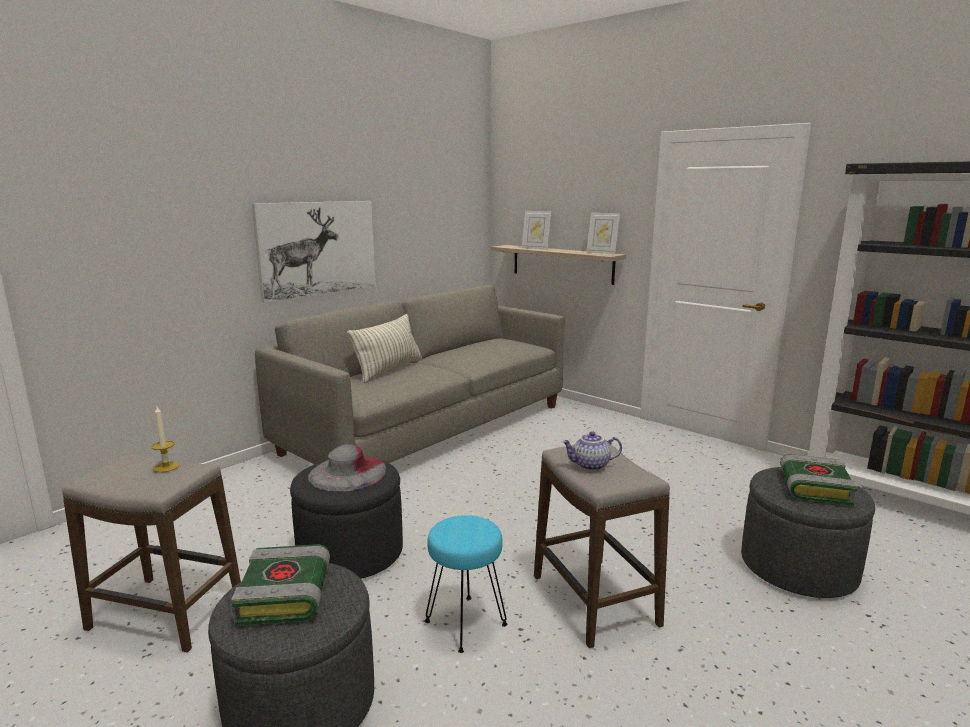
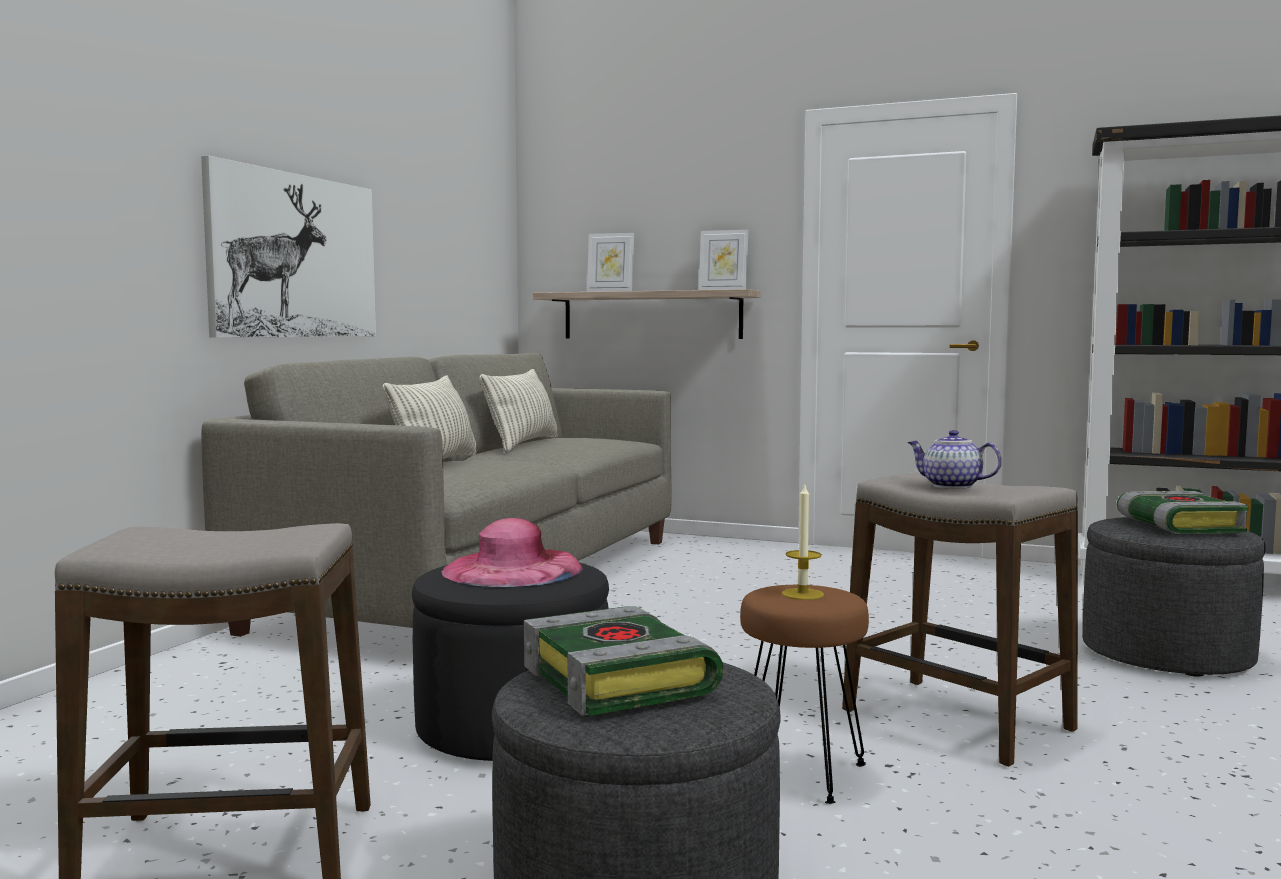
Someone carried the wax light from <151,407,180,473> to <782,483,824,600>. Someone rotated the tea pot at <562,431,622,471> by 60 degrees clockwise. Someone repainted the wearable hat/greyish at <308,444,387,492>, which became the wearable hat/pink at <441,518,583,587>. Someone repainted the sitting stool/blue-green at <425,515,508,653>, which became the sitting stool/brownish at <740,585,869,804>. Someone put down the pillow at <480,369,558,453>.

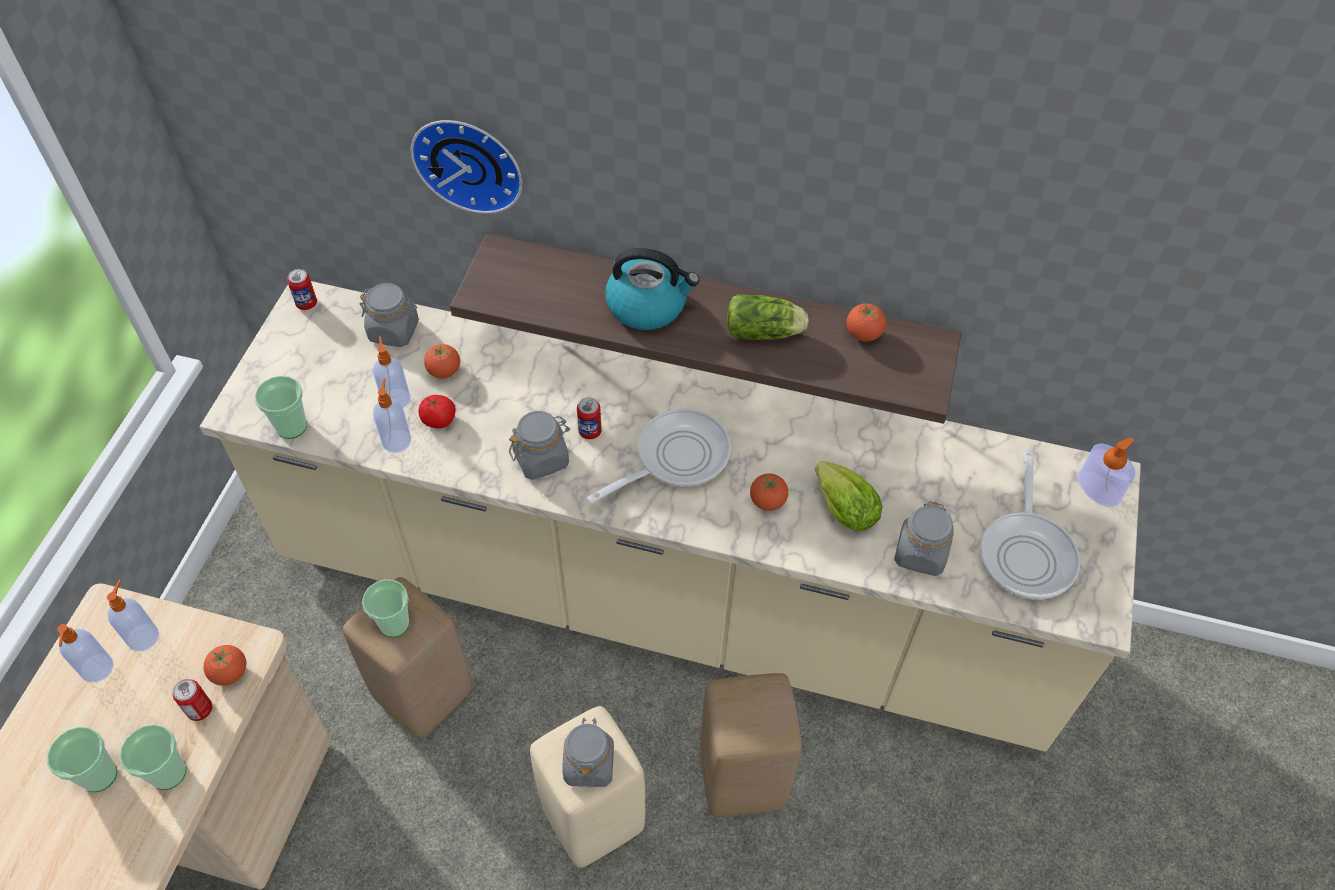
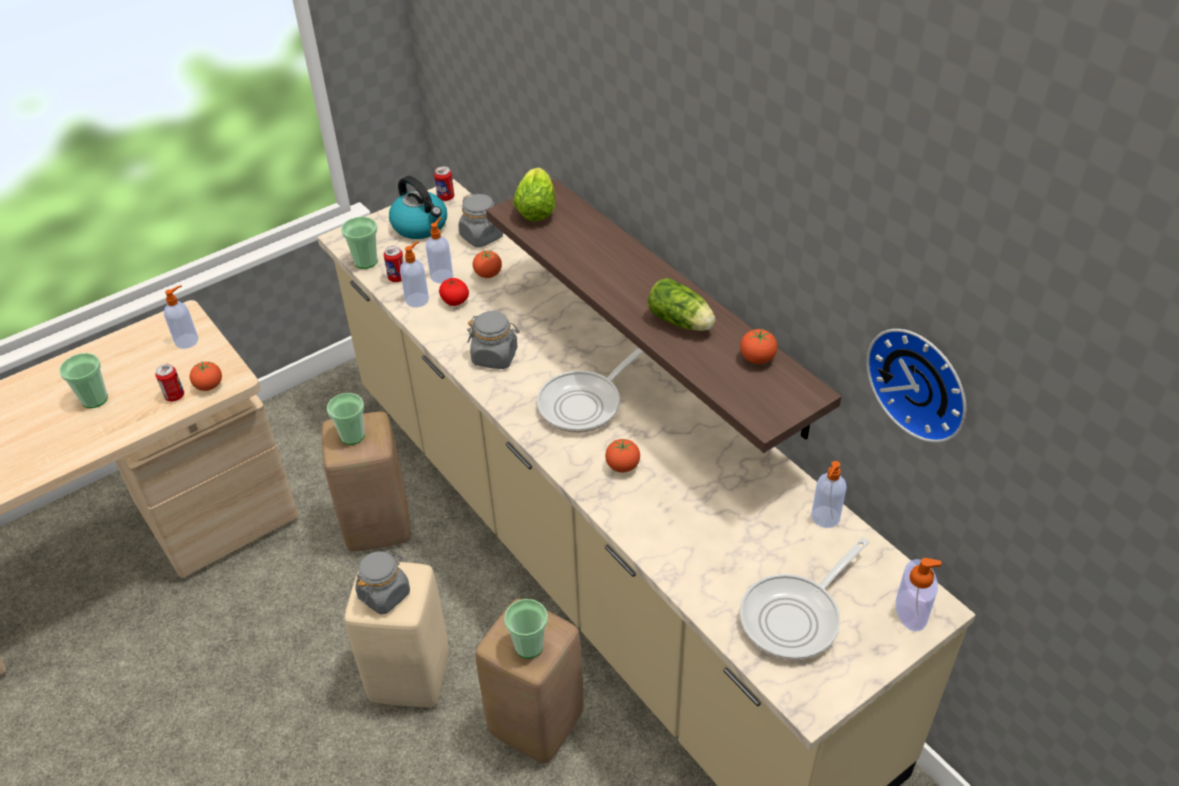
Someone carried the clock on the wall from <411,120,522,214> to <866,329,966,443>. Someone carried the water kettle from <605,248,700,330> to <389,176,447,239>. Someone carried the can from <577,397,602,439> to <384,246,404,282>. Someone rotated the skillet at <587,409,731,504> by 135 degrees clockwise. Someone carried the lettuce head from <815,461,883,531> to <513,167,556,221>. Someone took away the jar/greyish at <894,501,954,576>. Someone carried the liquid soap bottle from <57,624,113,682> to <811,461,847,528>. Someone carried the drinking cup from <119,724,187,790> to <504,599,548,659>.

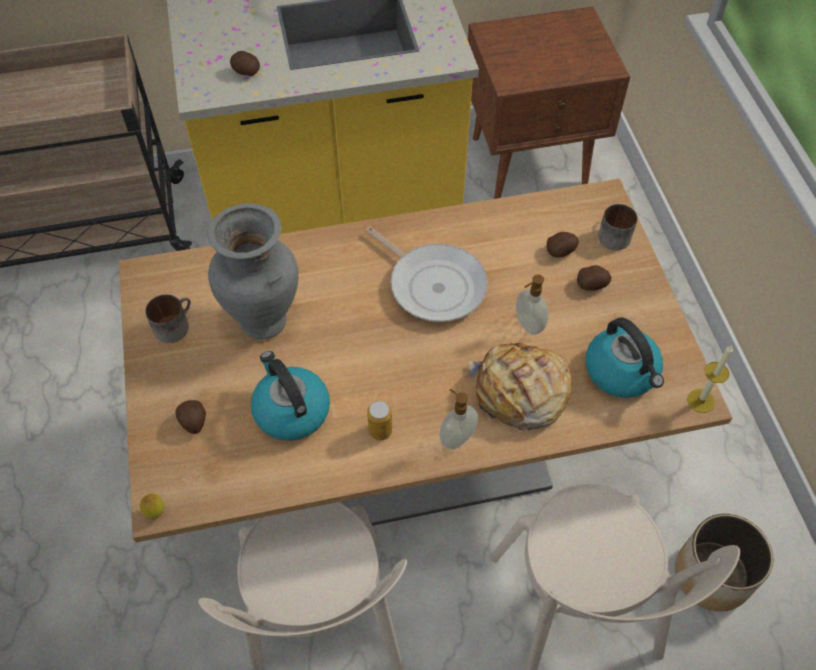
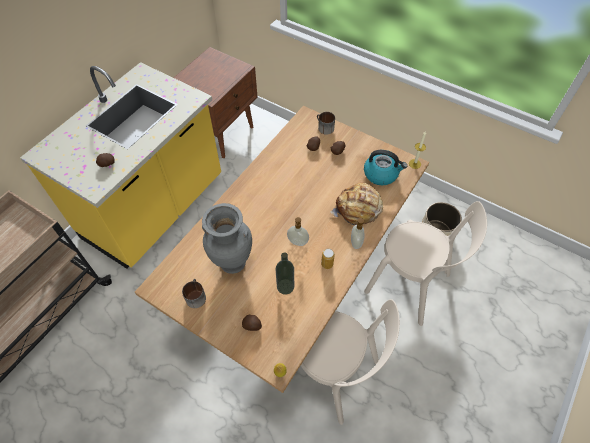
Someone took away the skillet at <366,226,487,322>. Someone carried the liquid soap bottle from <516,274,548,335> to <287,217,309,246>. Someone swapped the water kettle at <251,351,330,441> for the beverage bottle at <275,252,294,295>.

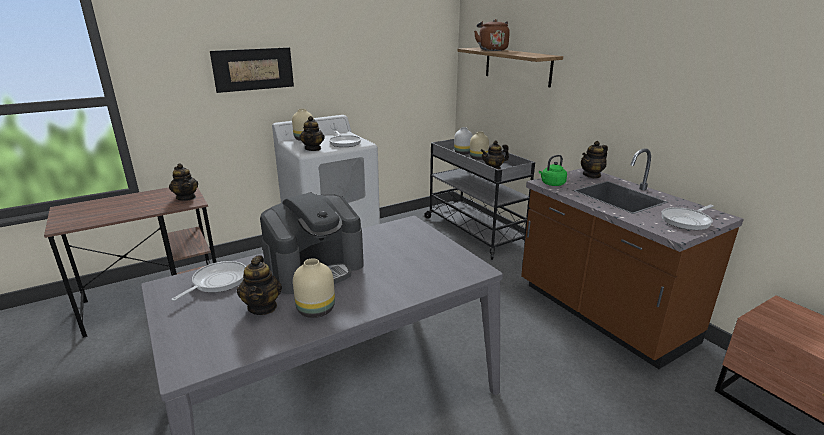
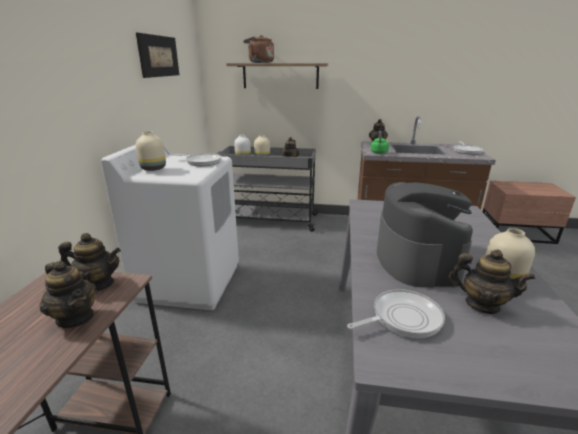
Someone carried the picture from <210,47,294,93> to <136,33,179,78>. Someone carried the tea pot from <299,116,325,151> to <40,261,97,328>. Someone rotated the skillet at <171,261,246,301> by 90 degrees clockwise.

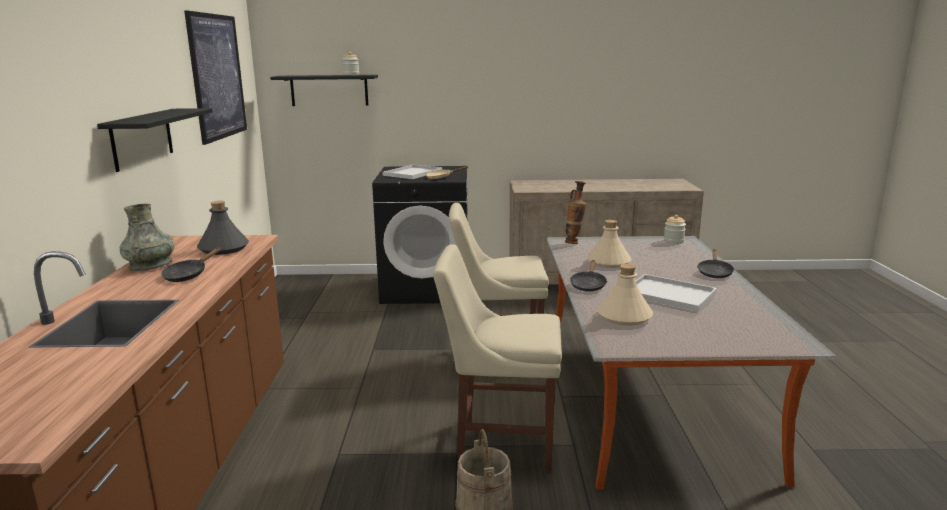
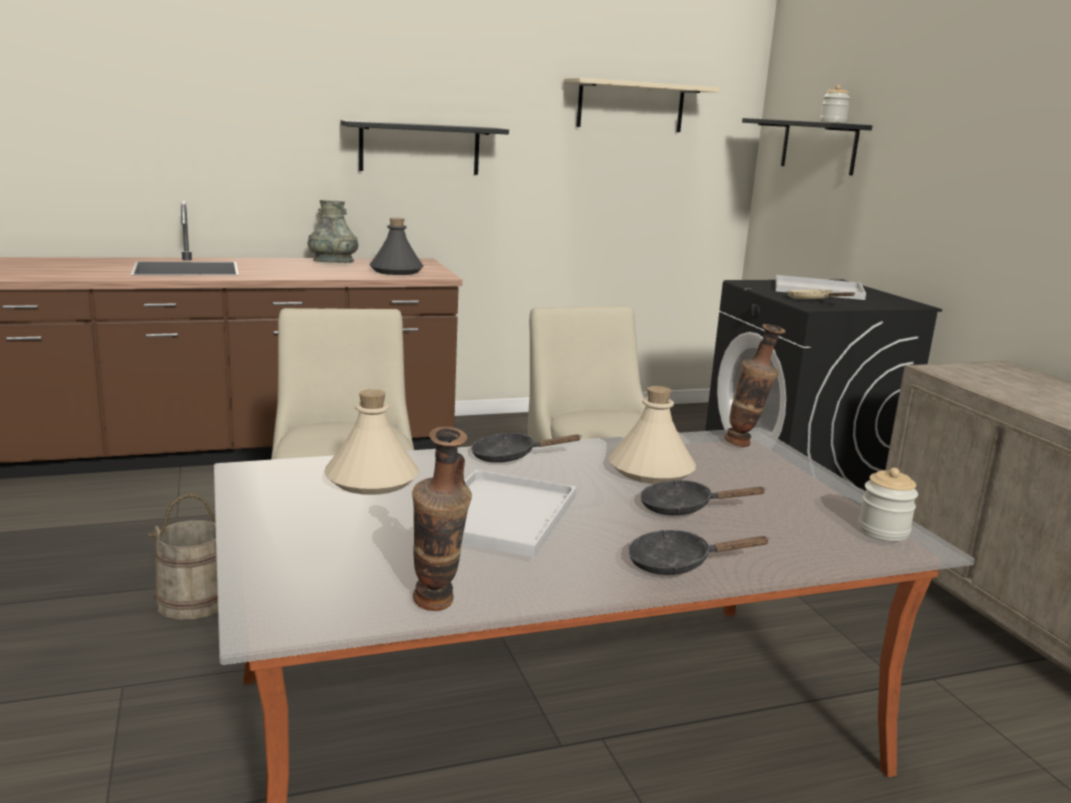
Someone swapped the picture at <184,11,247,145> for the shelf/beige-coloured at <564,78,720,132>. Someone carried the skillet/black-coloured from <161,247,221,282> to <640,480,766,515>. Someone put down the decorative vase at <412,427,472,611>.

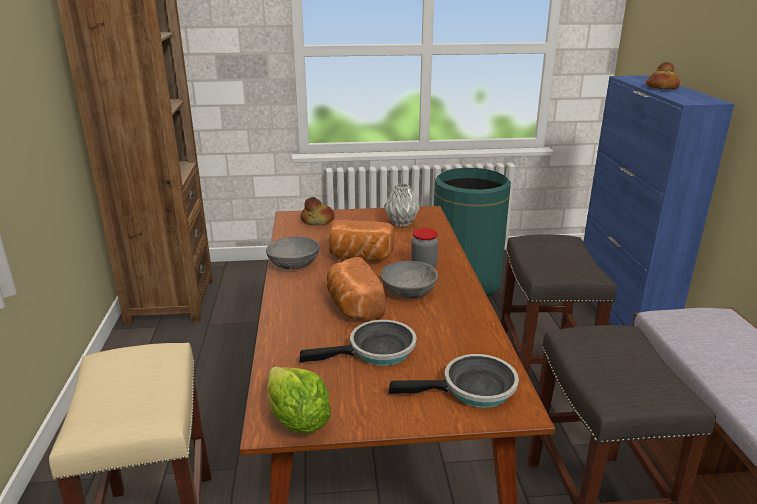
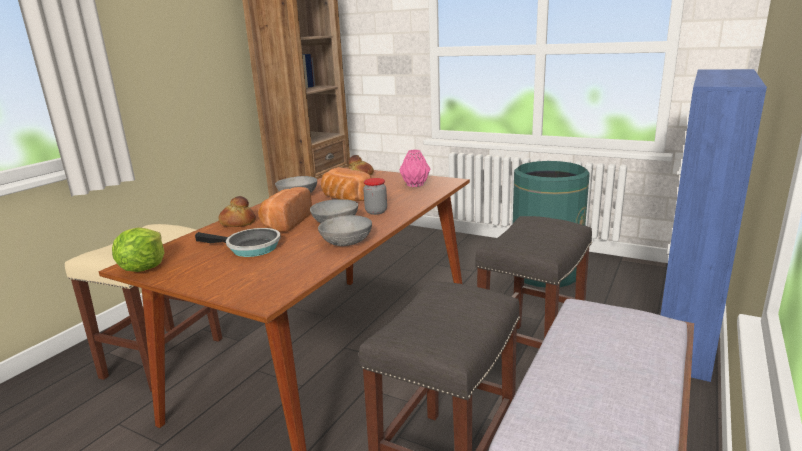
Someone carried the baked bread from <646,62,680,89> to <218,196,256,227>. Someone repainted the decorative vase/greyish at <384,183,420,227>, which became the decorative vase/pink at <399,149,430,187>. Someone took away the skillet at <389,354,519,408>. Someone put down the bowl/greyish at <318,215,372,246>.

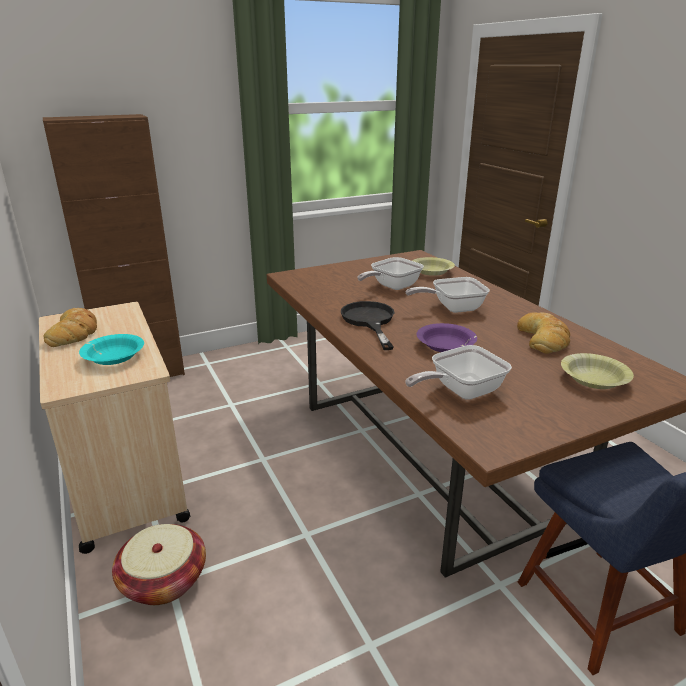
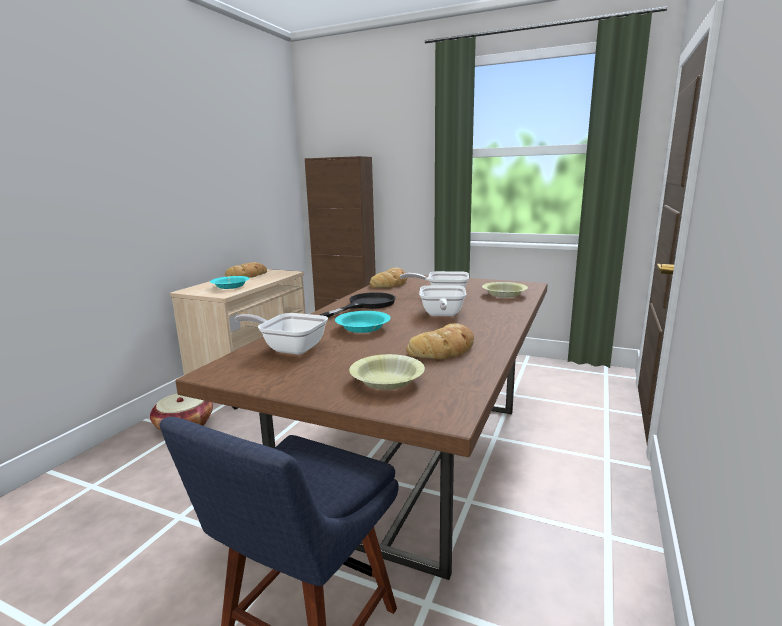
Someone rotated the skillet at <406,277,490,313> by 120 degrees counterclockwise. Someone repainted the bowl/purplish at <417,323,477,352>, which became the bowl/blue-green at <335,311,391,333>. Someone put down the baked bread at <370,267,407,288>.

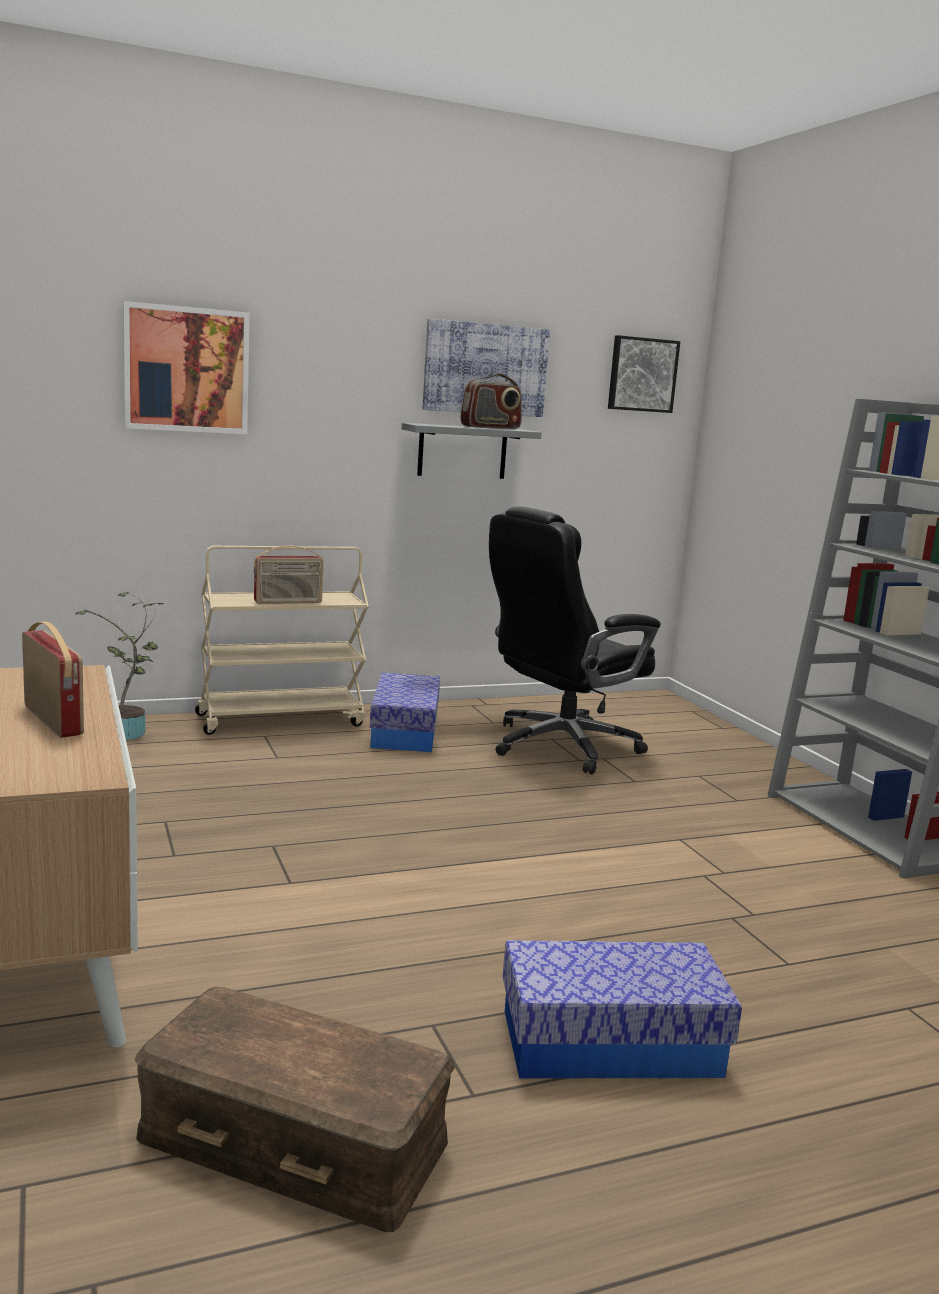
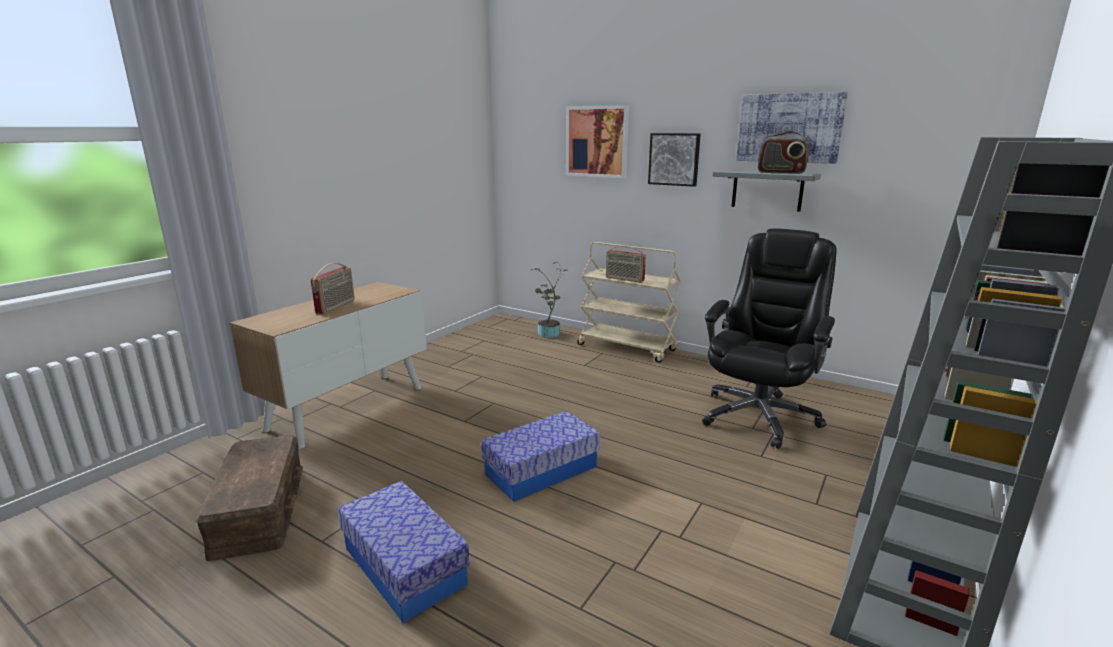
Someone carried the picture from <608,335,680,413> to <648,133,701,187>. Someone rotated the office chair/black-coloured at <489,506,661,774> by 105 degrees clockwise. Someone carried the storage bin from <370,673,440,752> to <481,411,600,502>.

